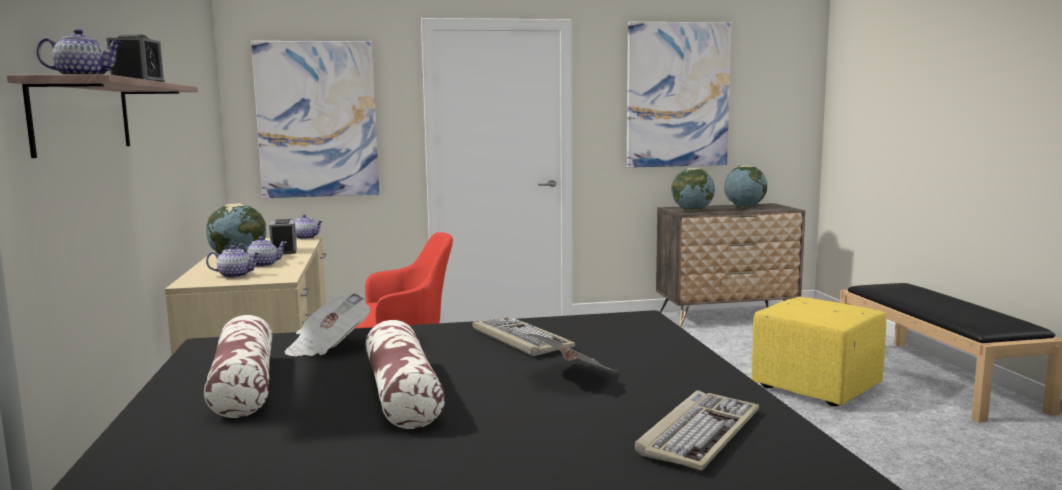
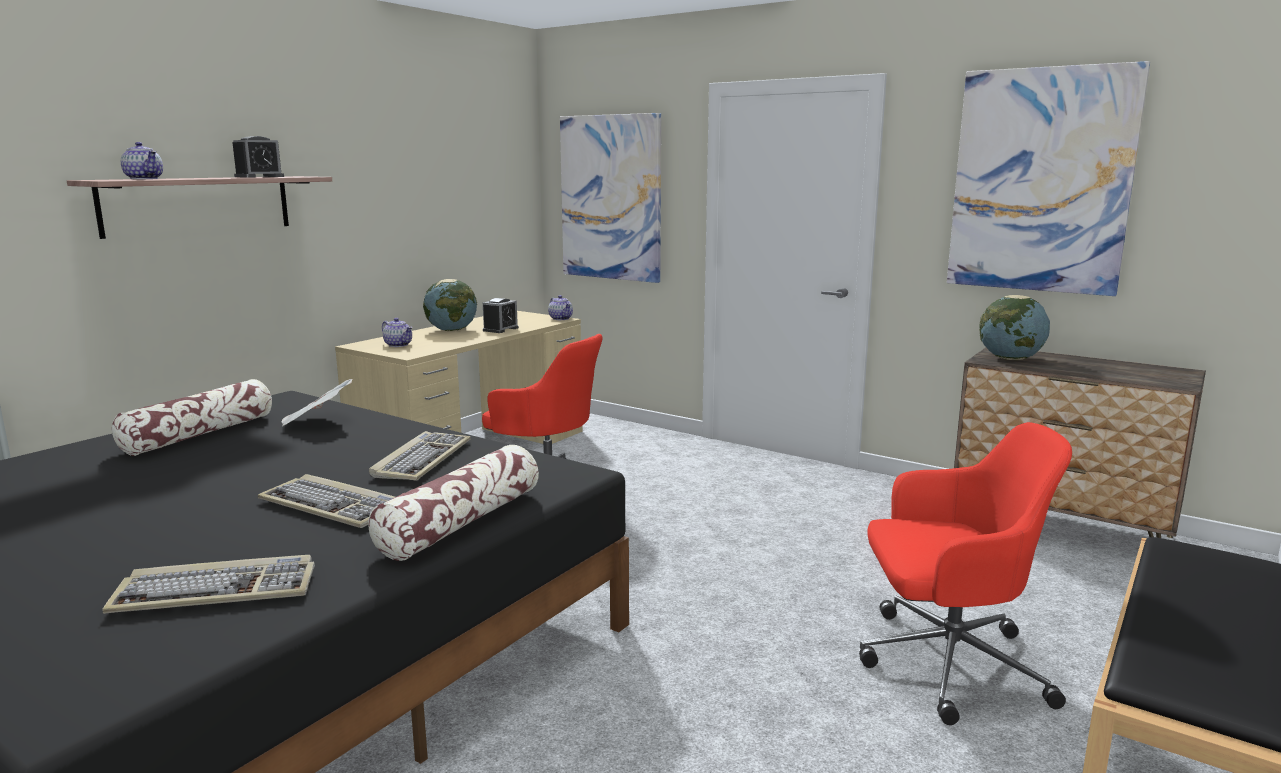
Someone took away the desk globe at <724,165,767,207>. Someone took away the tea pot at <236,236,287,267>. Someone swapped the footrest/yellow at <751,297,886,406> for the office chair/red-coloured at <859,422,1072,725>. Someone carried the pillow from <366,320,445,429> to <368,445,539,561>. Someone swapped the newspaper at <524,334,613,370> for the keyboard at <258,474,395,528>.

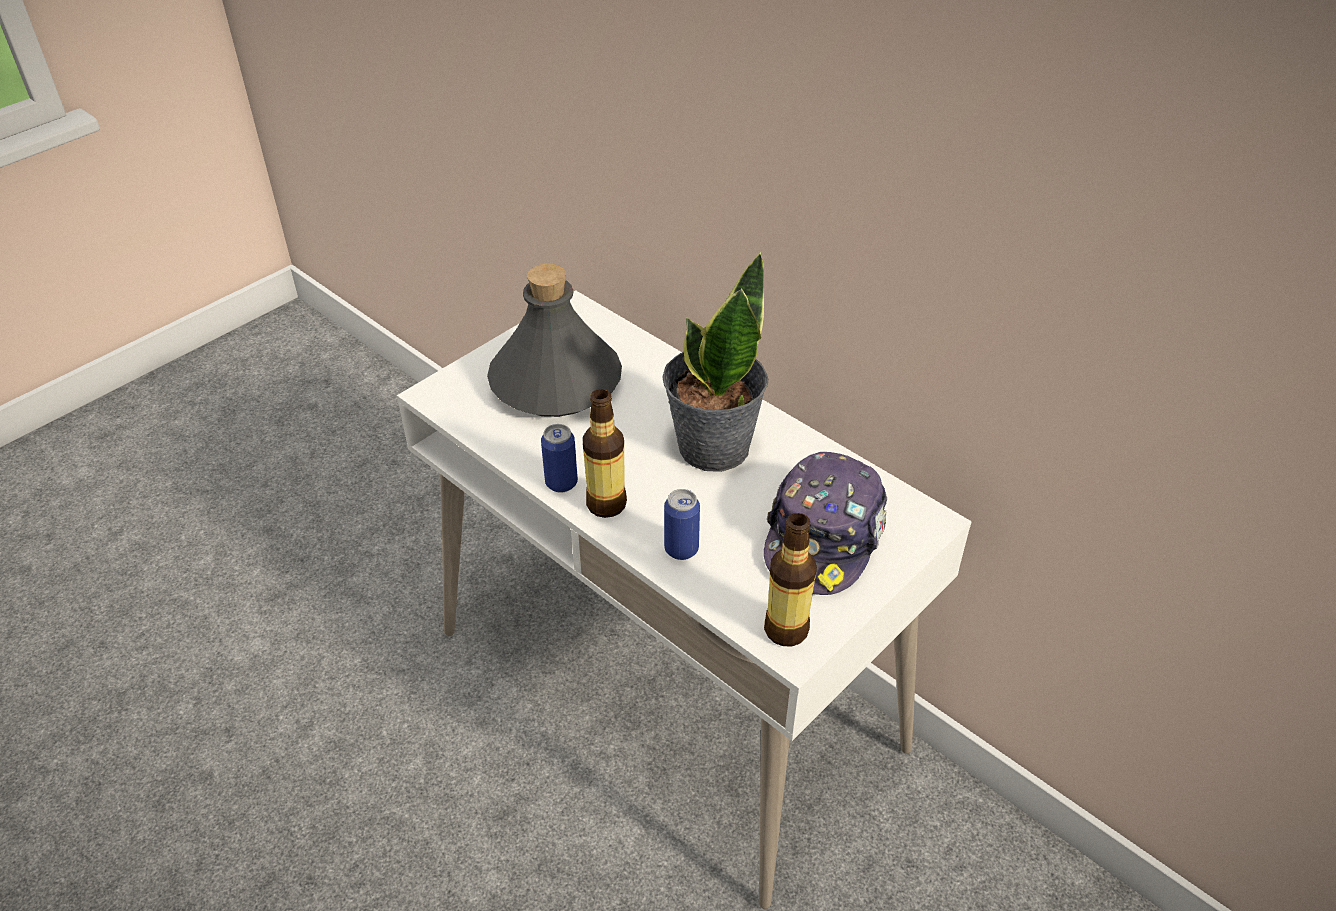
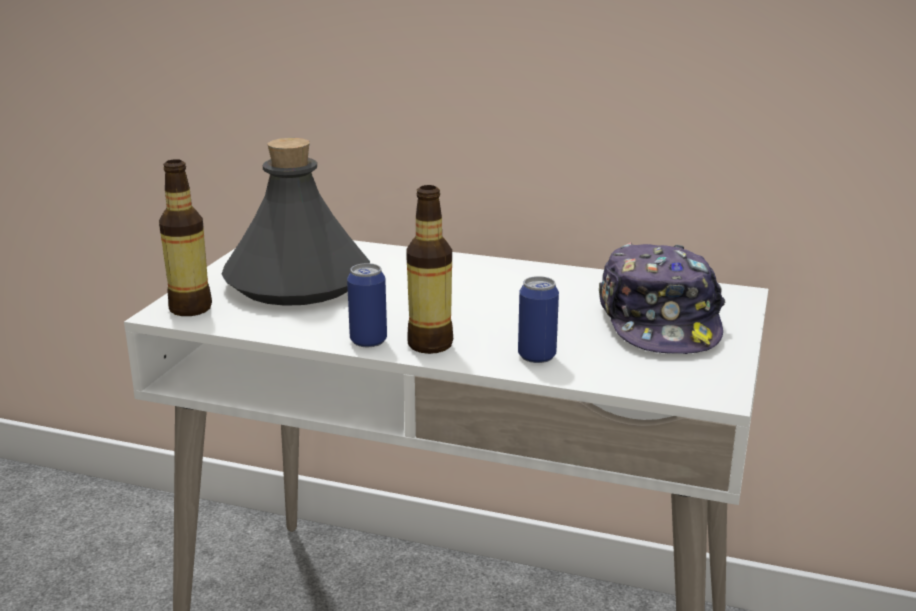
Someone took away the houseplant at <662,252,768,472>. Someone carried the beverage bottle from <764,513,817,646> to <159,159,212,316>.

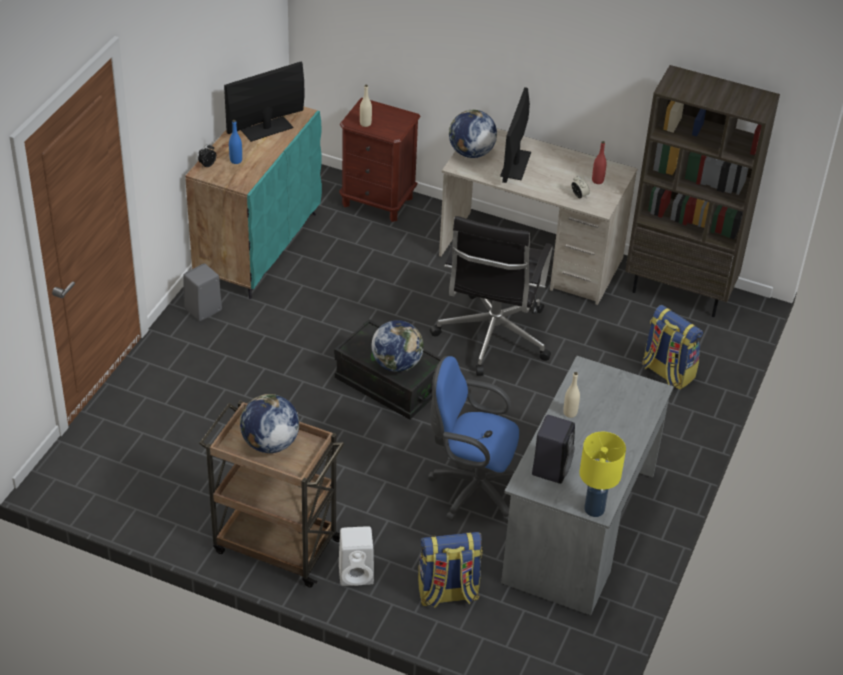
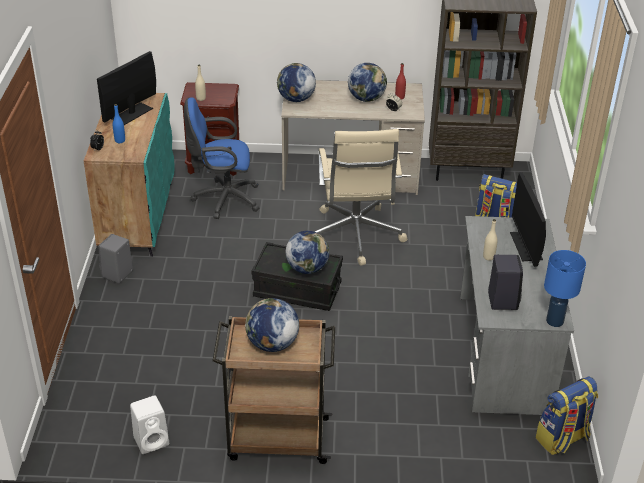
Someone carried the monitor from <500,87,531,183> to <510,172,546,267>. Someone repainted the office chair/black-coloured at <430,216,553,376>, which became the office chair/beige-coloured at <314,129,407,266>. Someone carried the office chair/bluish from <428,356,519,524> to <184,98,259,219>. Someone repainted the table lamp/yellow at <579,432,626,517>, which became the table lamp/bluish at <544,250,586,327>. Someone carried the loudspeaker/white from <339,526,374,586> to <130,395,169,454>. Someone carried the rucksack from <418,532,483,608> to <535,377,598,455>. Someone put down the desk globe at <348,63,387,102>.

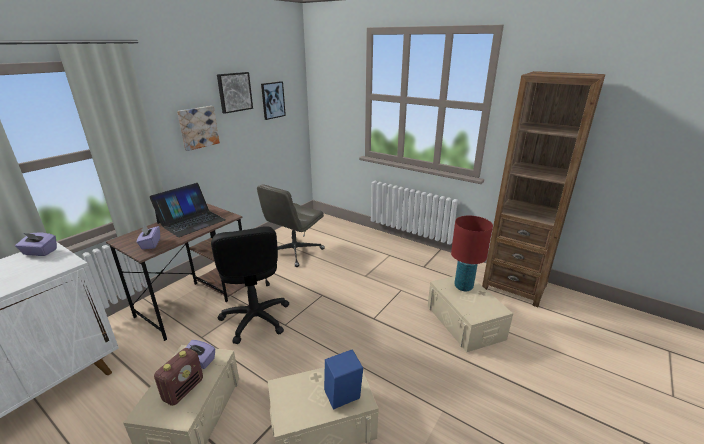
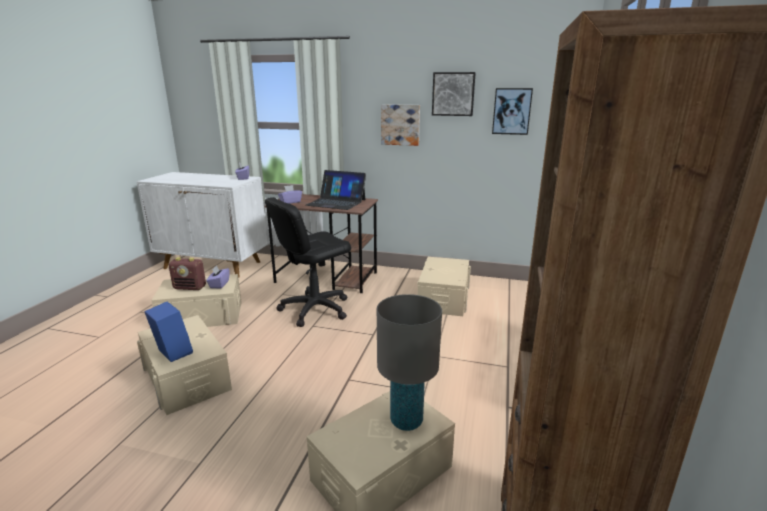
Someone swapped the office chair/greyish at <257,184,325,267> for the storage bin/beige-coloured at <417,257,471,316>. Someone repainted the table lamp/red-coloured at <451,216,493,291>, which became the table lamp/greyish at <377,294,442,431>.

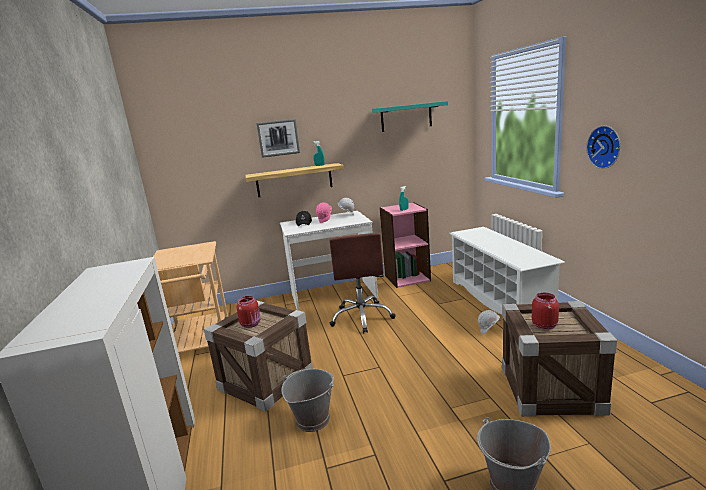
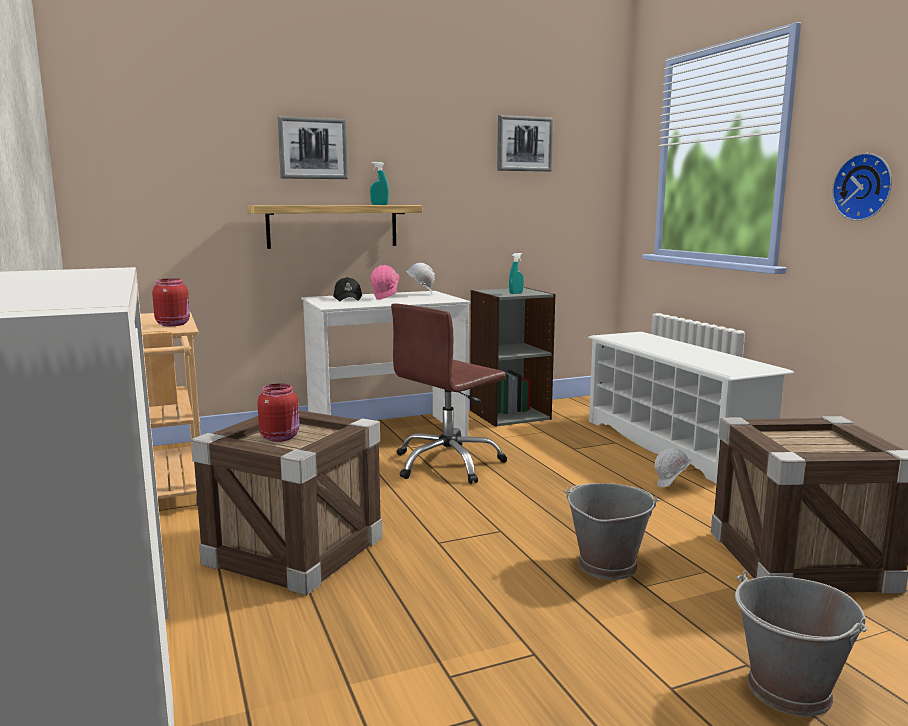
Someone swapped the shelf/blue-green at <372,101,448,132> for the picture at <497,115,553,172>. Someone repainted the bookcase/pink at <380,202,431,288>, which became the bookcase/greyish at <470,287,555,427>. Someone rotated the office chair/brownish at <329,233,396,333> by 60 degrees clockwise. Someone carried the jar/red-coloured from <532,293,559,330> to <152,278,190,326>. Someone carried the bucket/greyish from <281,369,334,432> to <564,483,660,580>.

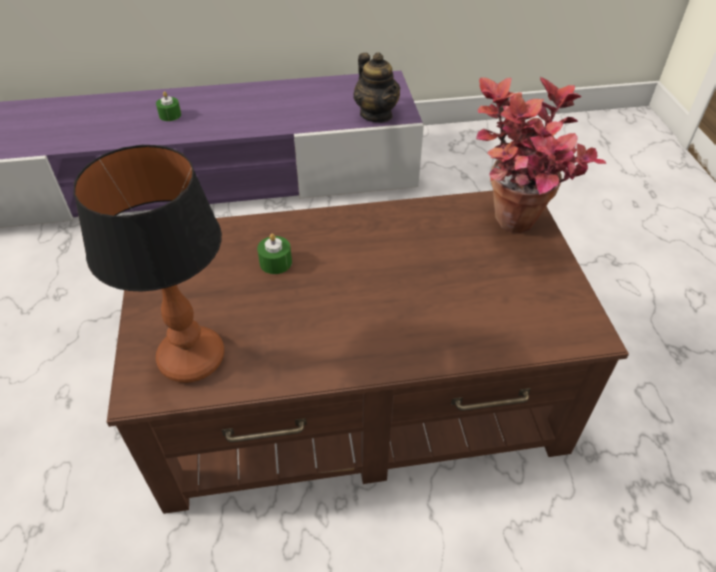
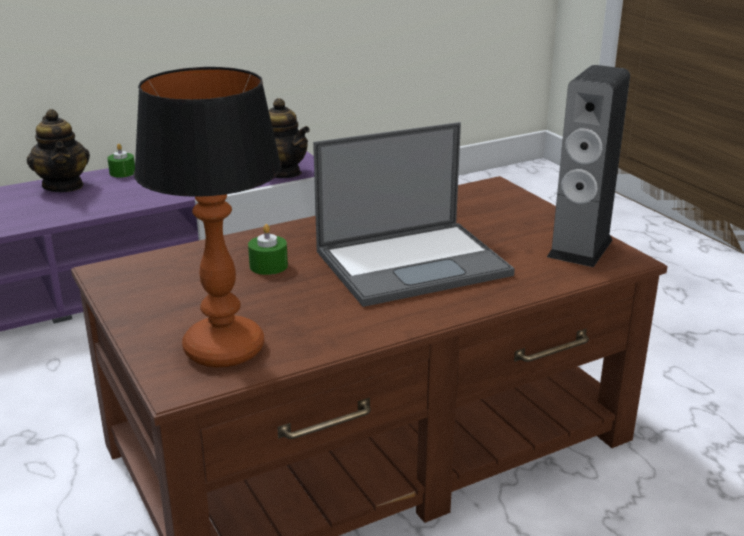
Someone took away the houseplant at <476,77,606,233>. Someone carried the wax light/green from <156,91,181,121> to <107,144,135,178>. Someone put down the loudspeaker at <547,65,630,267>. Someone put down the tea pot at <27,109,90,192>. Someone put down the notebook computer at <313,122,515,307>.

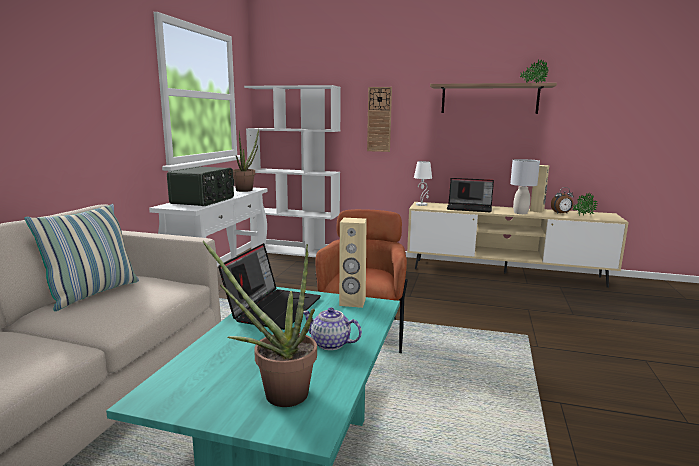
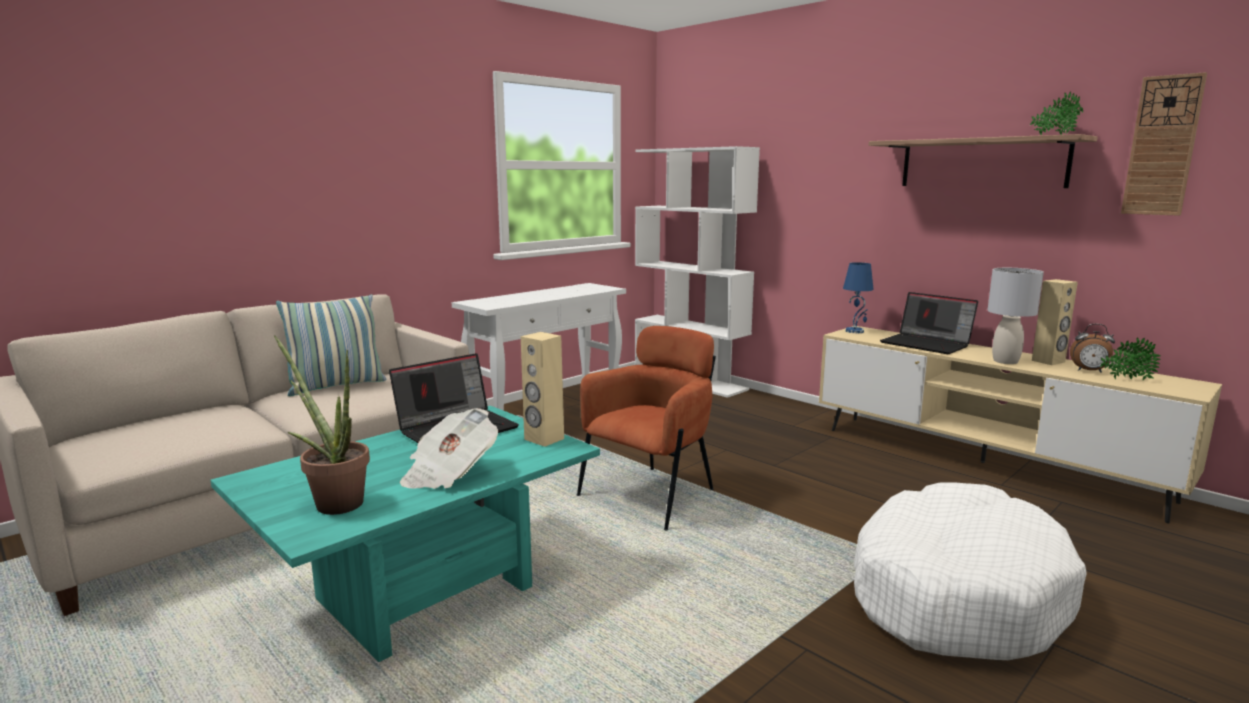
Someone carried the clock on the wall from <367,87,392,152> to <1121,72,1207,216>. Someone took away the houseplant at <233,129,259,192>. Someone repainted the table lamp/white at <414,161,432,206>, which became the table lamp/bluish at <843,262,874,333>. Someone took away the radio receiver at <167,166,234,206>. Someone swapped the tea pot at <303,307,362,350> for the newspaper at <400,408,498,489>. Someone put down the pet bed/white at <854,482,1087,660>.

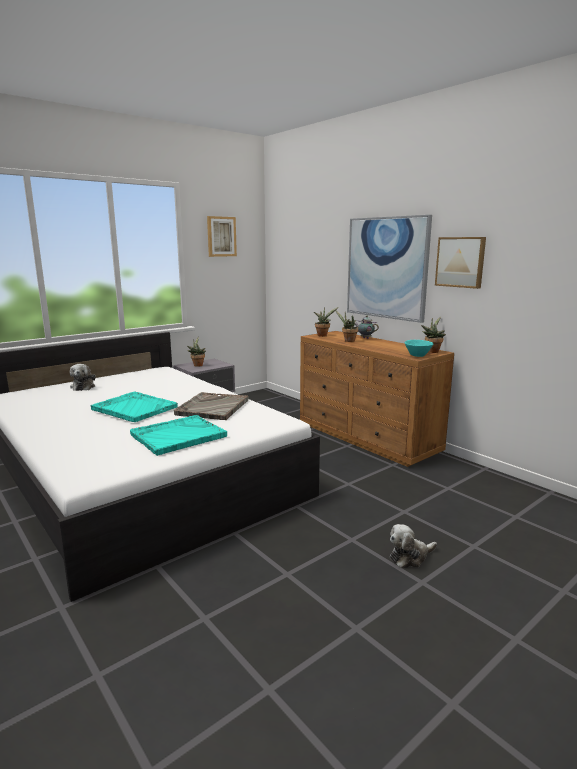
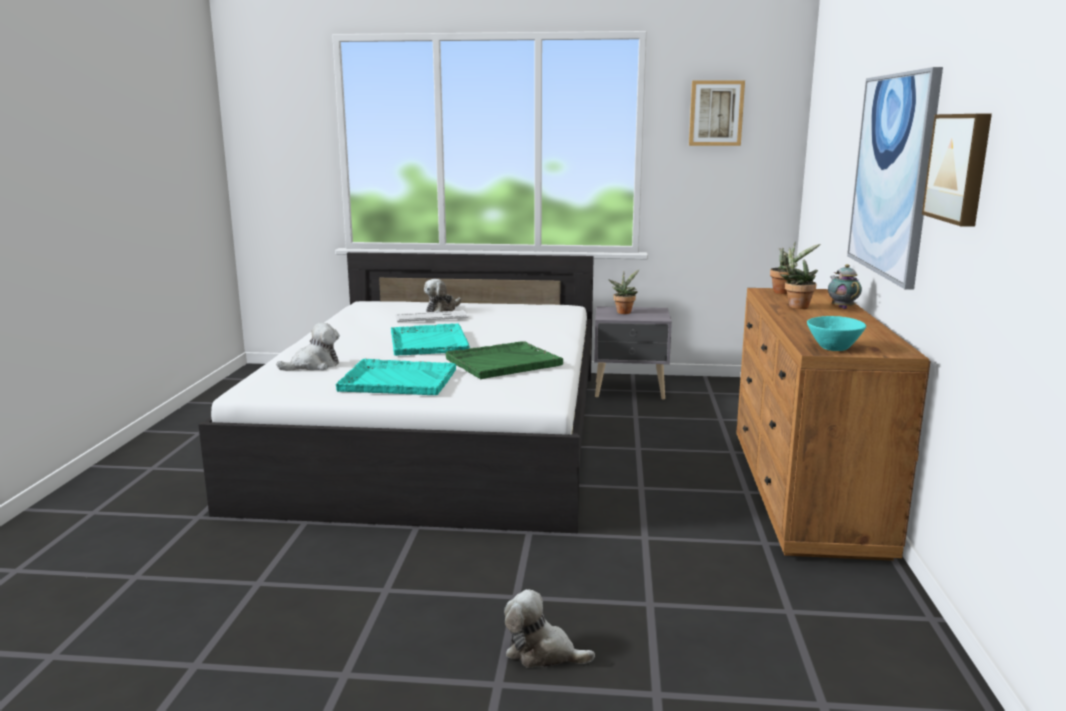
Someone took away the houseplant at <421,317,446,353>. Someone repainted the tray/greyish at <174,392,249,420>, which became the tray/green at <446,341,563,379>. Someone put down the keyboard at <395,311,468,322>. Someone put down the cuddly toy at <276,323,340,371>.

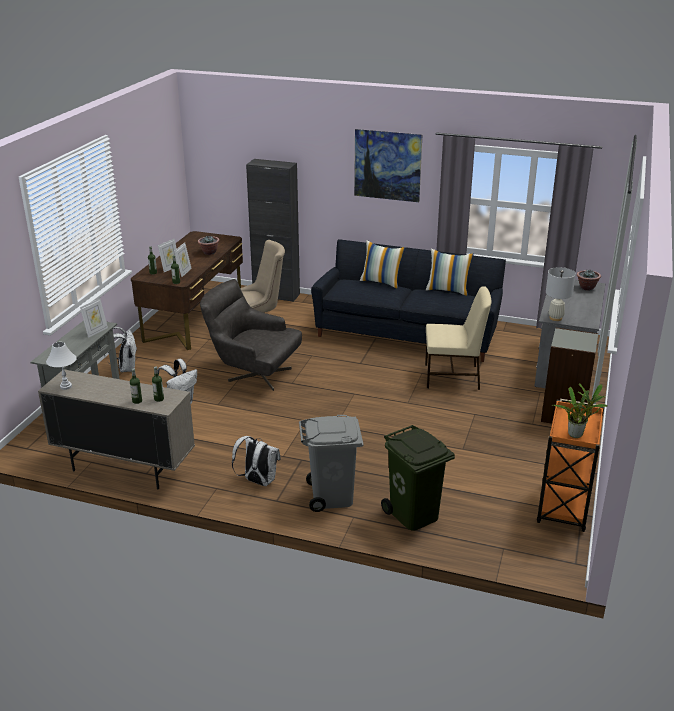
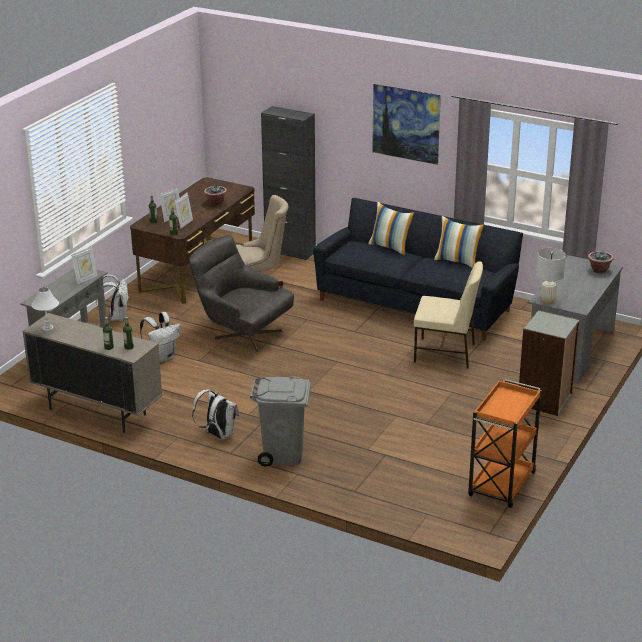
Someone took away the houseplant at <551,383,608,438>. Someone took away the trash can/green at <381,425,455,531>.

